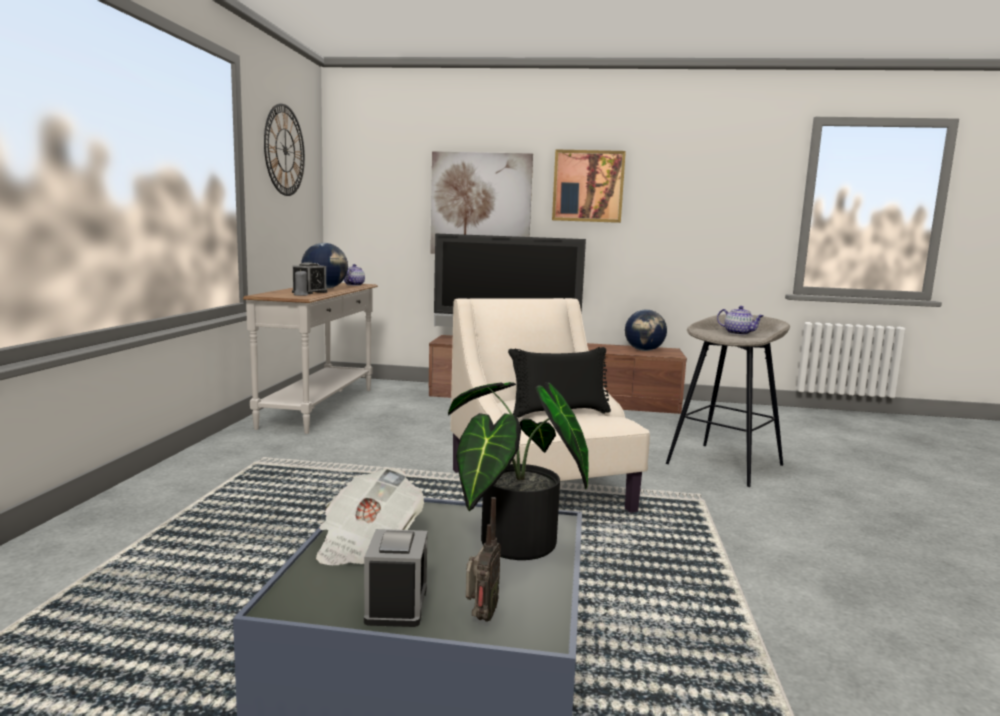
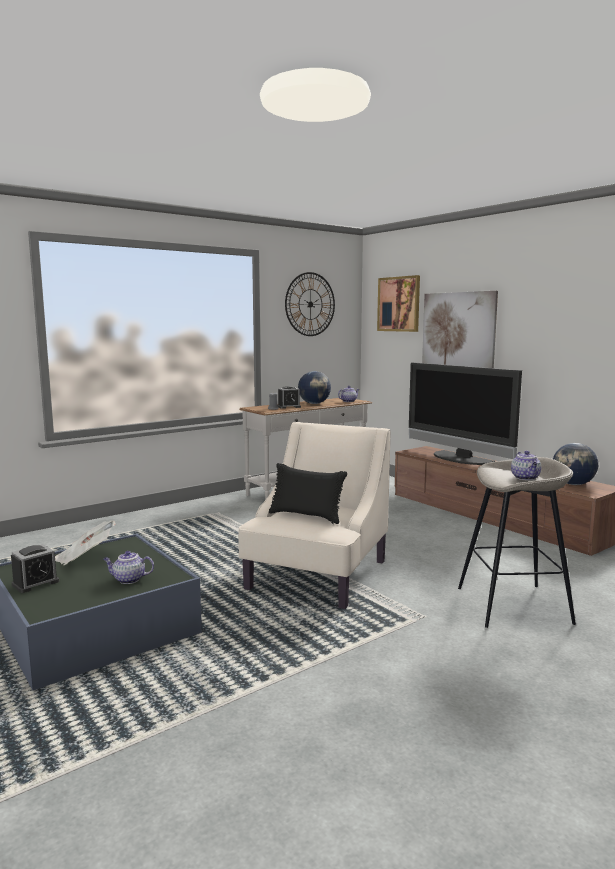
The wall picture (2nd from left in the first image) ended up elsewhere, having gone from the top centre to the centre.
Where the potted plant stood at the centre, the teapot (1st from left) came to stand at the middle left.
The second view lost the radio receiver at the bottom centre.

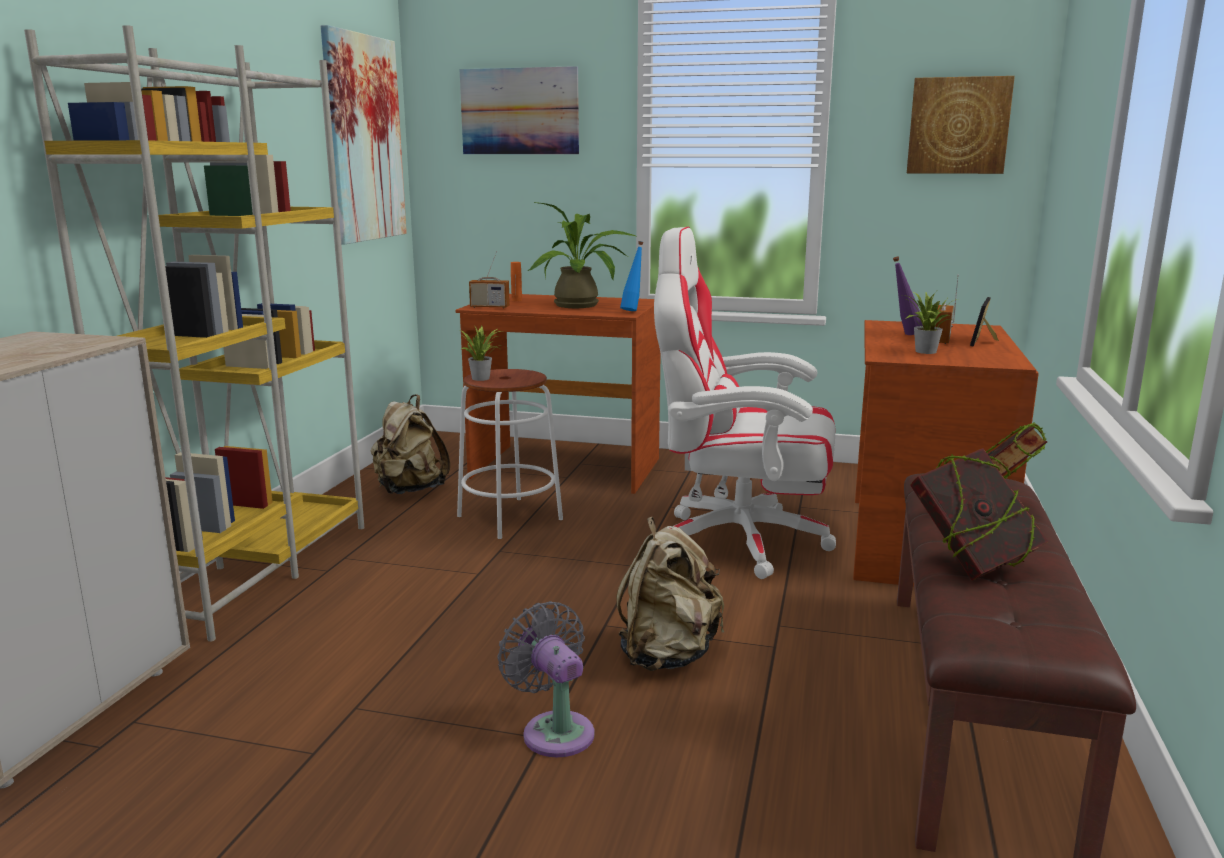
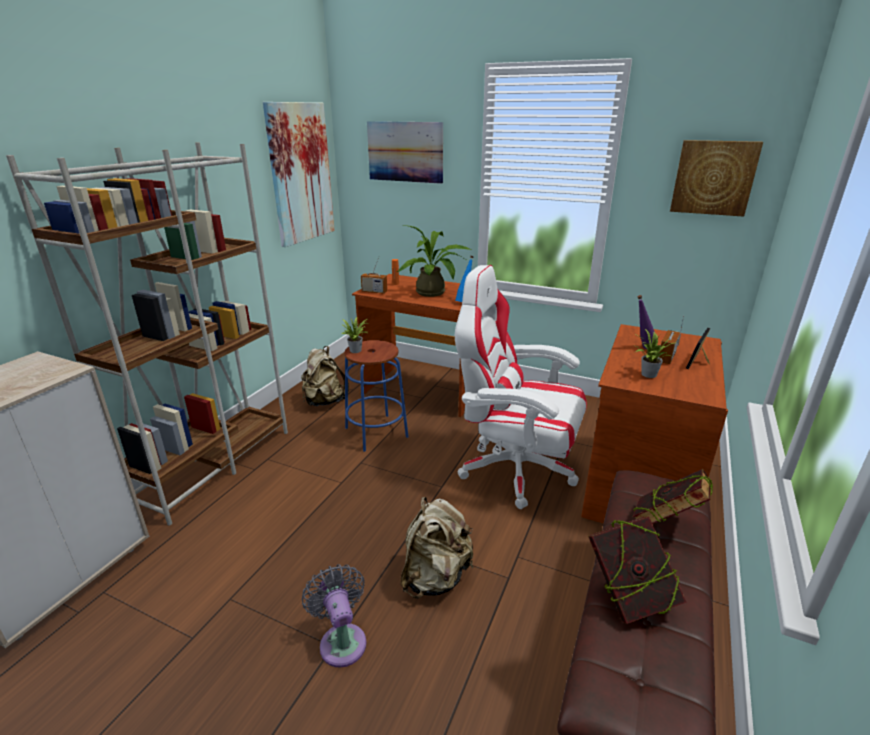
What was the bookcase in yellow at the middle left turned into the bookcase in brownish at the middle left.
What was the stool in white-coloured at the centre turned into the stool in bluish at the centre.

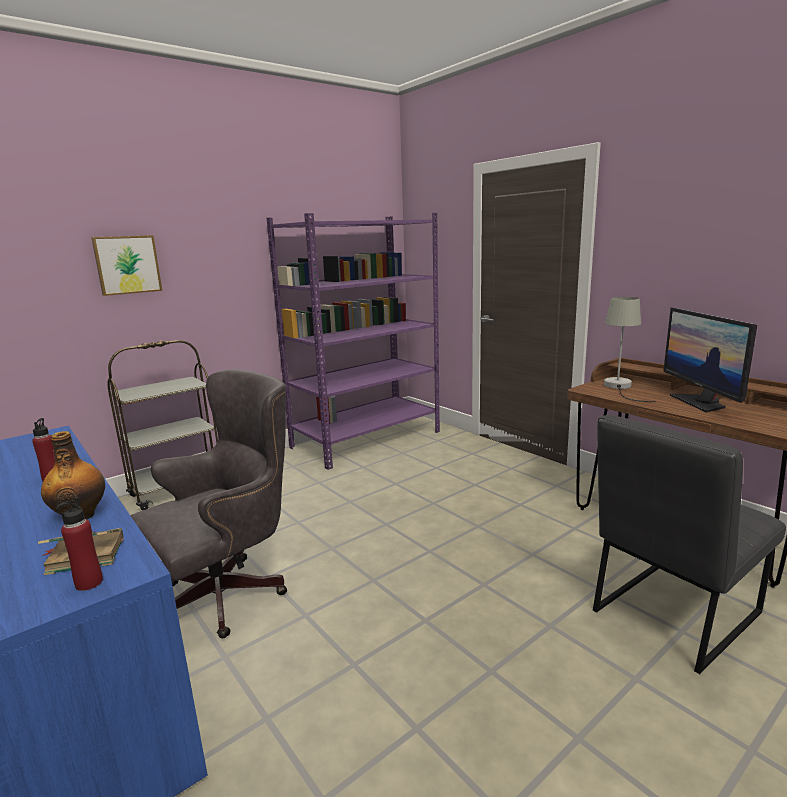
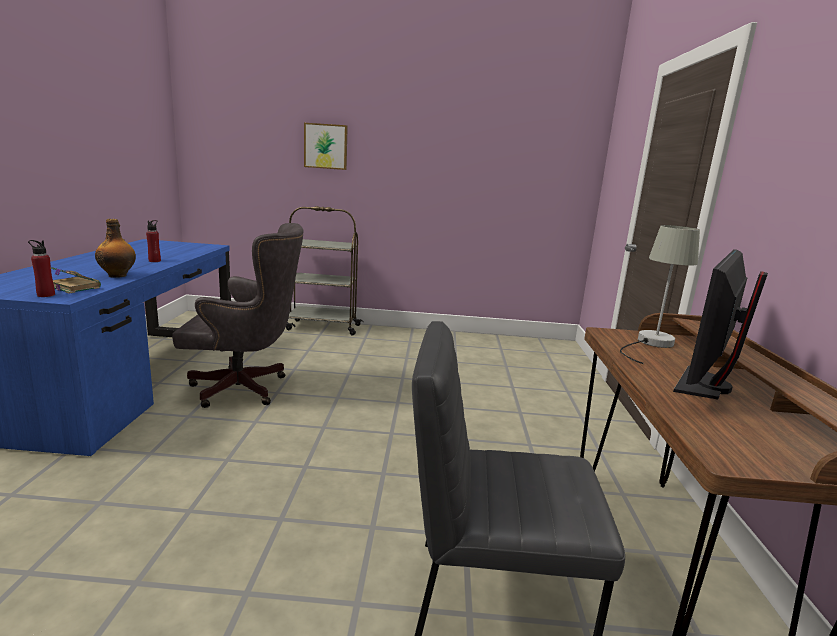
The second view lost the bookcase in purple at the centre.

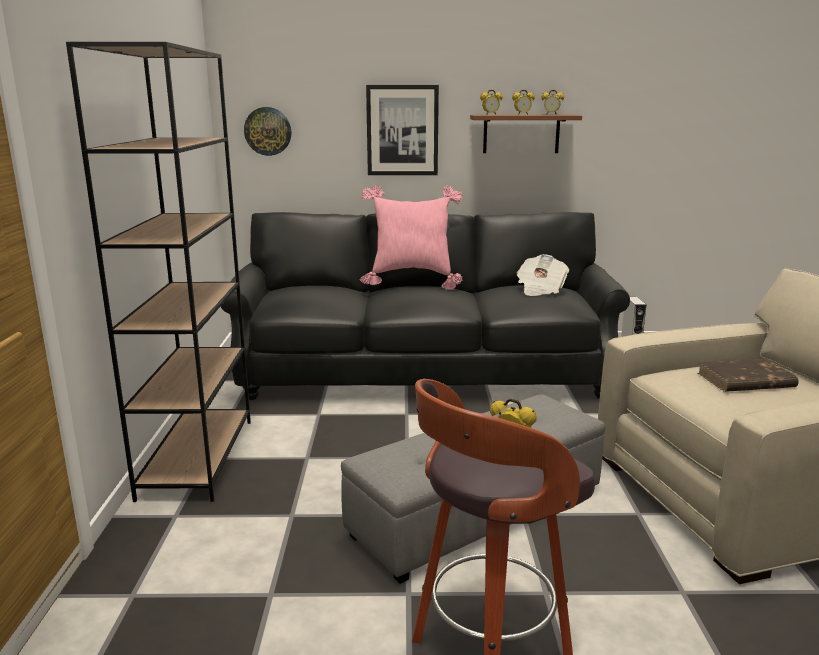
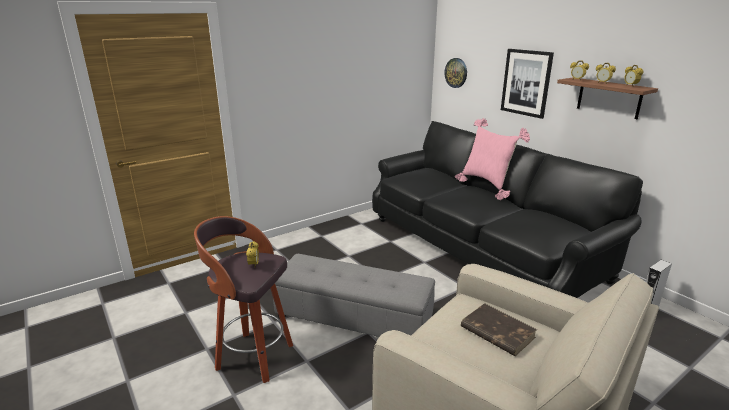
The second view lost the bookcase in beige-coloured at the middle left.
The second view lost the printed paper at the centre.

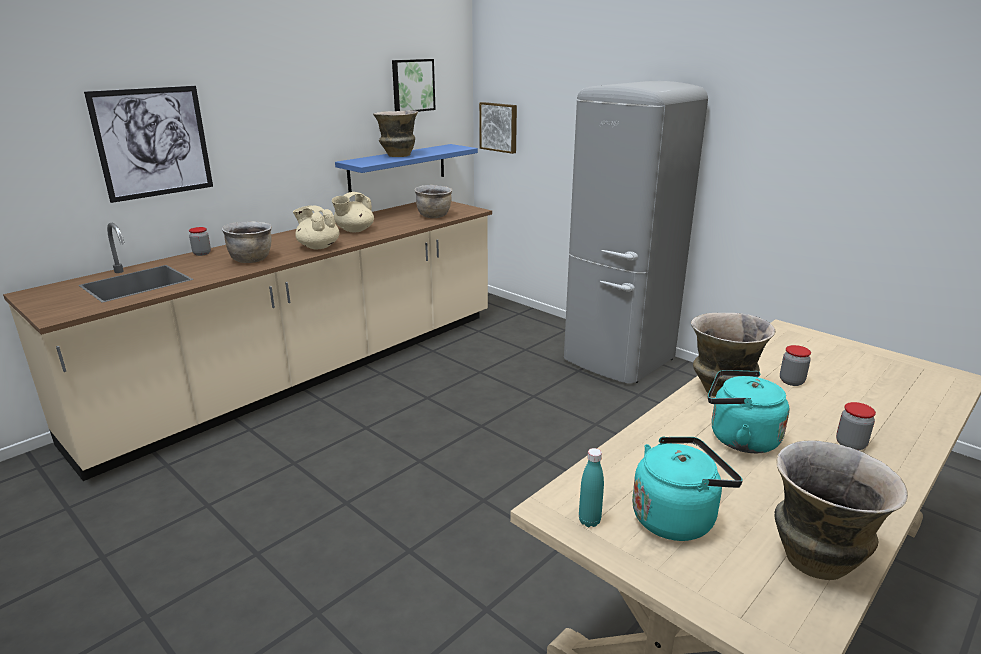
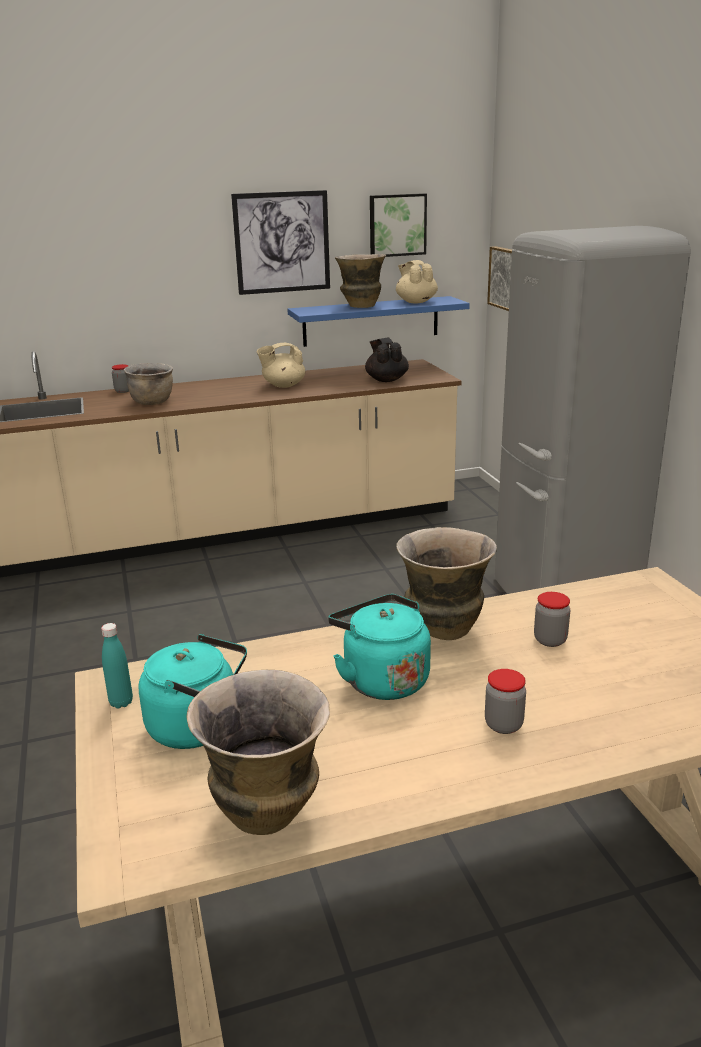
The wall picture (1st from left) ended up elsewhere, having gone from the top left to the top centre.
Where the stockpot in brownish (2nd from left) stood at the top centre, the teapot in blackish came to stand at the centre.
The teapot in beige-coloured (1st from left in the first image) ended up elsewhere, having gone from the middle left to the top centre.

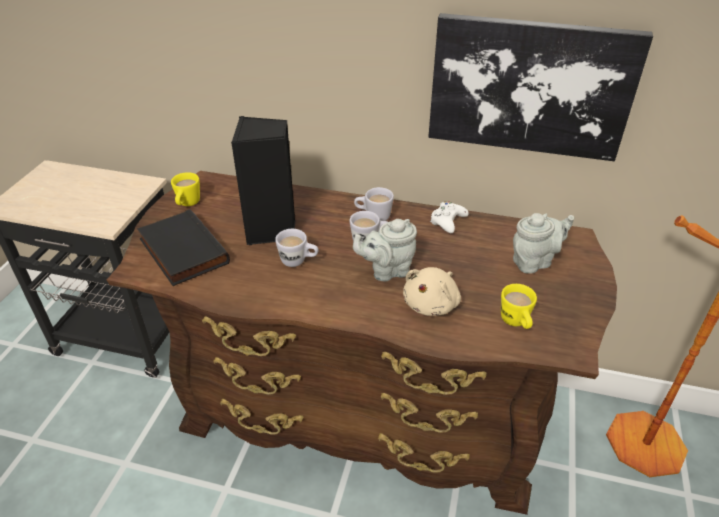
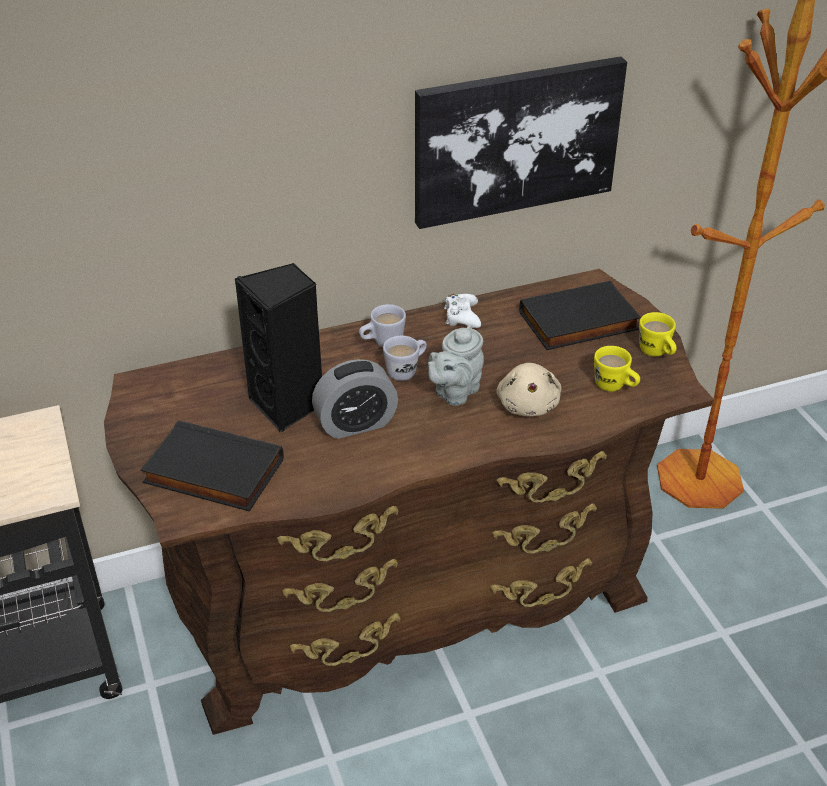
The mug in yellow (1st from left in the first image) ended up elsewhere, having gone from the middle left to the middle right.
Where the teapot in grey (2nd from left) stood at the middle right, the book in blackish (2nd from left) came to stand at the middle right.
Where the mug in white-coloured (1st from left) stood at the centre, the table clock came to stand at the centre.

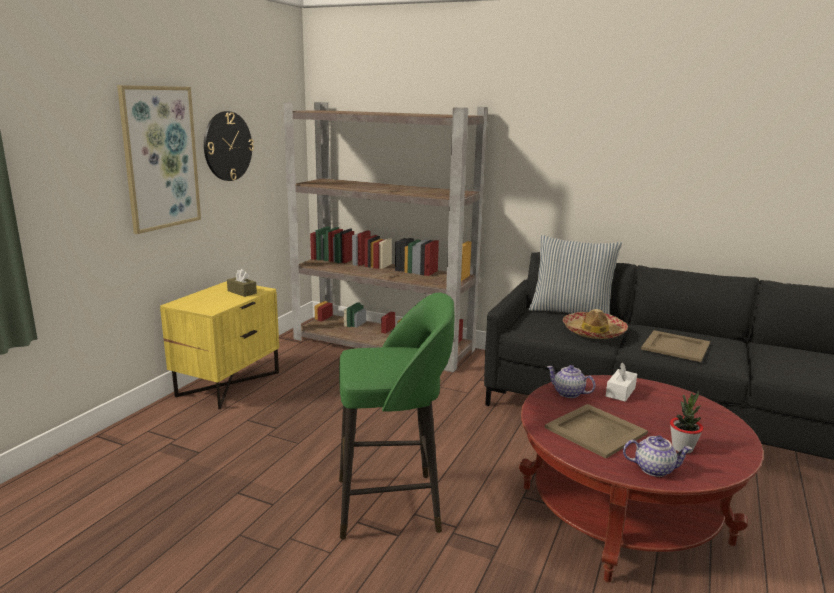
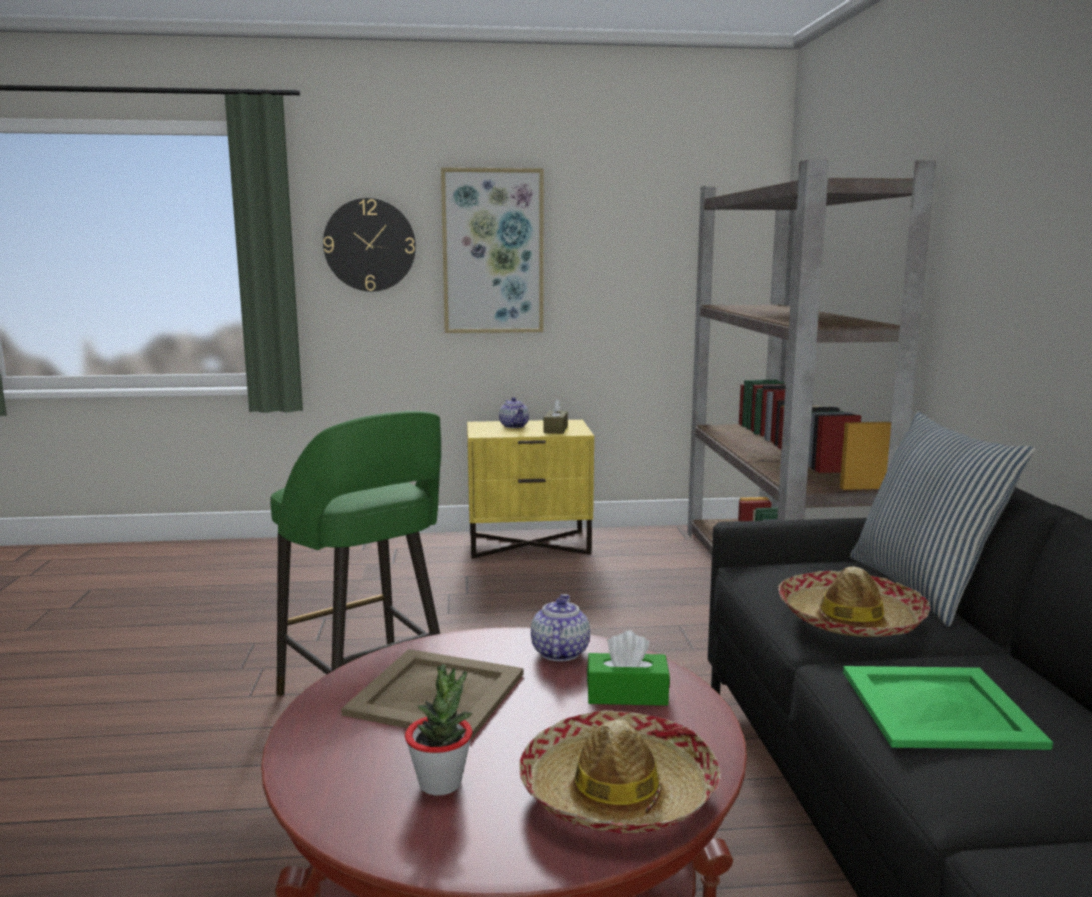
The wall clock ended up elsewhere, having gone from the top left to the top centre.
What was the carrying tray in beige-coloured (2nd from left) at the middle right turned into the carrying tray in green-coloured at the bottom right.
What was the box of tissues in white-coloured at the middle right turned into the box of tissues in green-coloured at the bottom centre.
The teapot (2nd from left in the first image) ended up elsewhere, having gone from the bottom right to the centre.
The second view gained the clothing hat (1st from left) at the bottom centre.

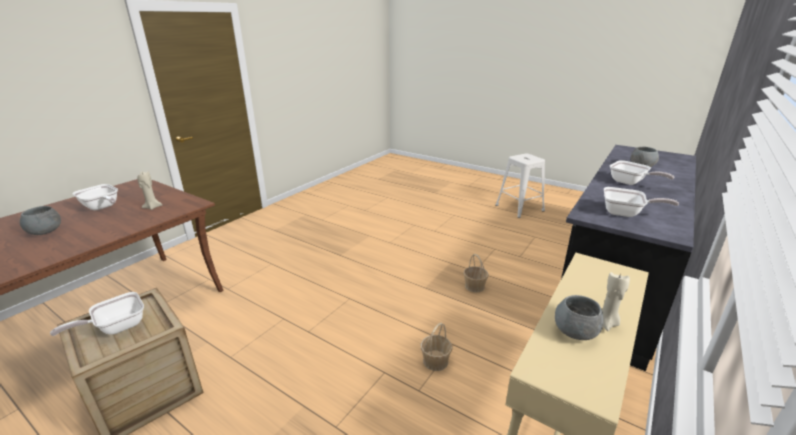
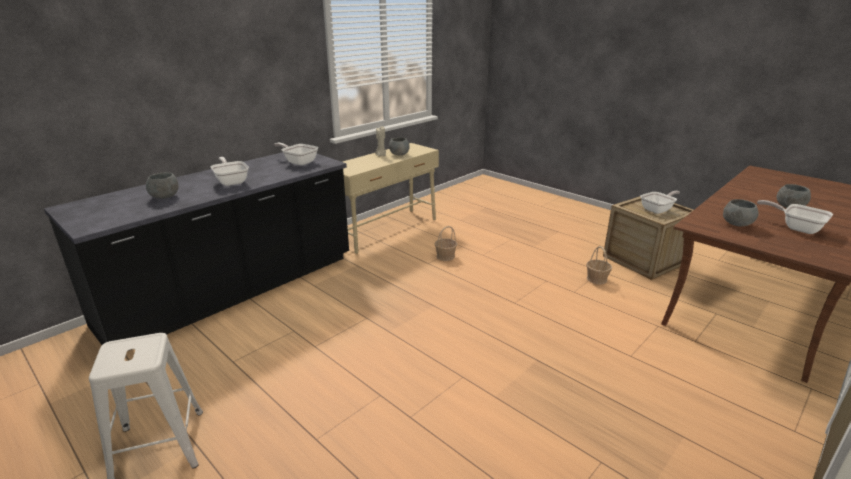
Where the wax light in beige-coloured (1st from left) stood at the middle left, the bowl in grey (3rd from left) came to stand at the middle right.
The storage basket (2nd from left) ended up elsewhere, having gone from the centre to the middle right.

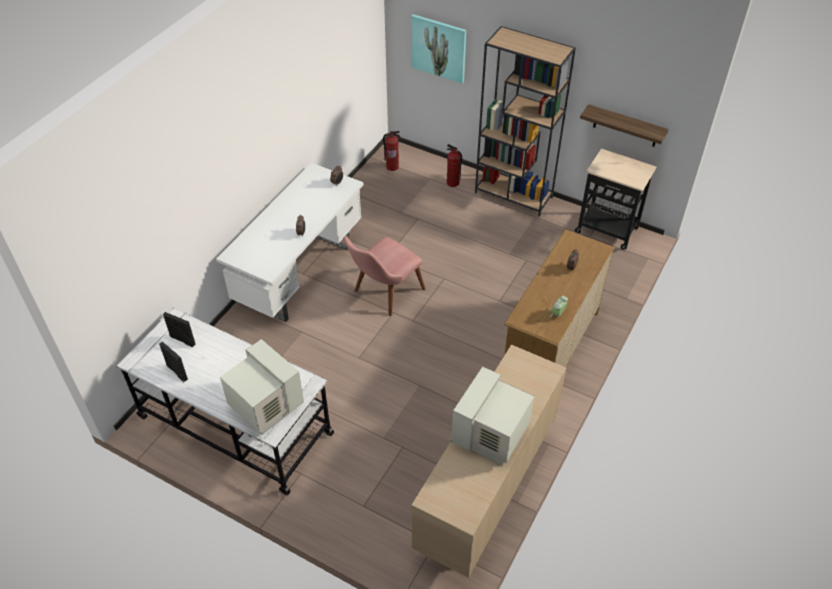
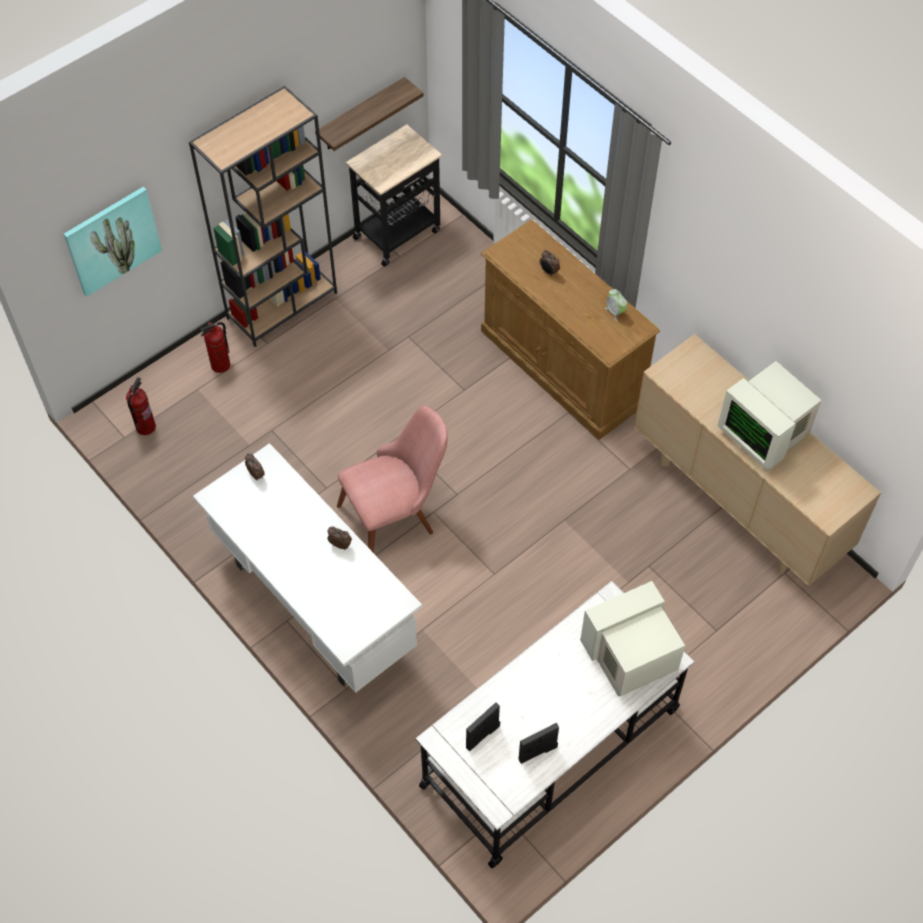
The plain chair in pink-coloured at the centre ended up facing another way, 90 degrees counterclockwise from before.

